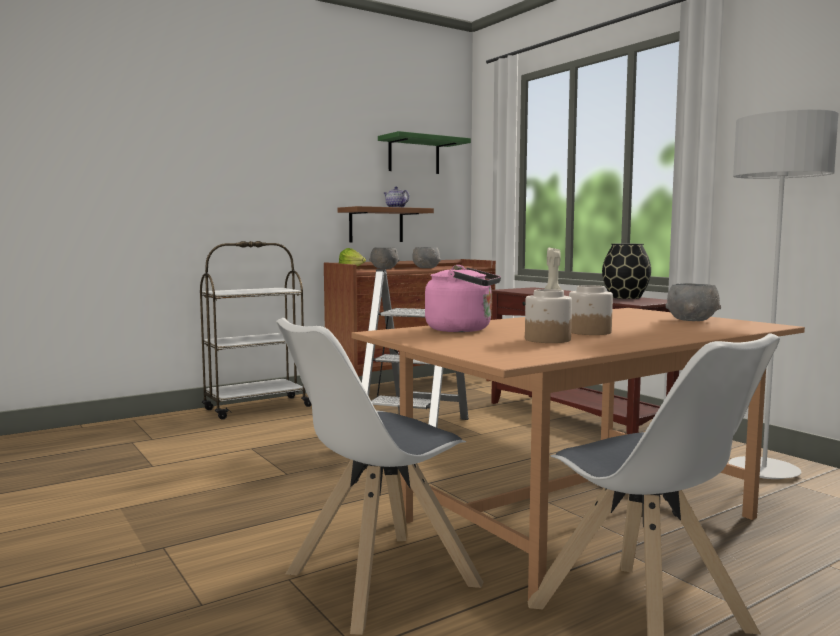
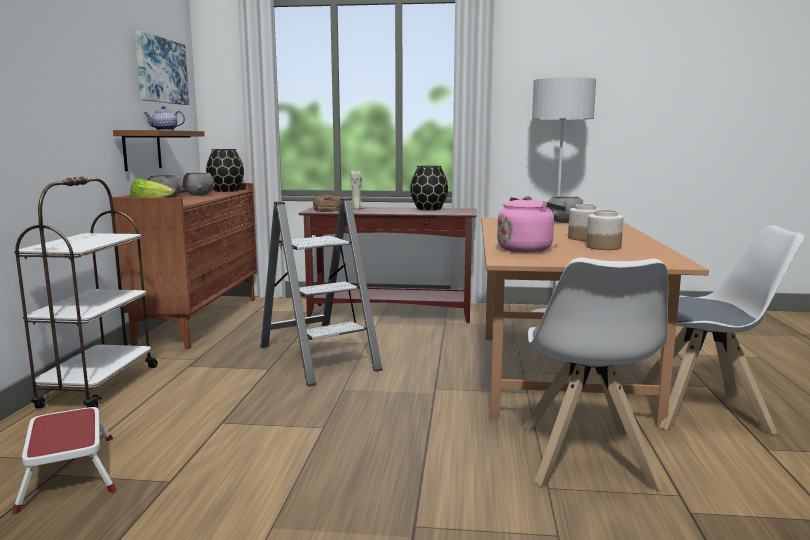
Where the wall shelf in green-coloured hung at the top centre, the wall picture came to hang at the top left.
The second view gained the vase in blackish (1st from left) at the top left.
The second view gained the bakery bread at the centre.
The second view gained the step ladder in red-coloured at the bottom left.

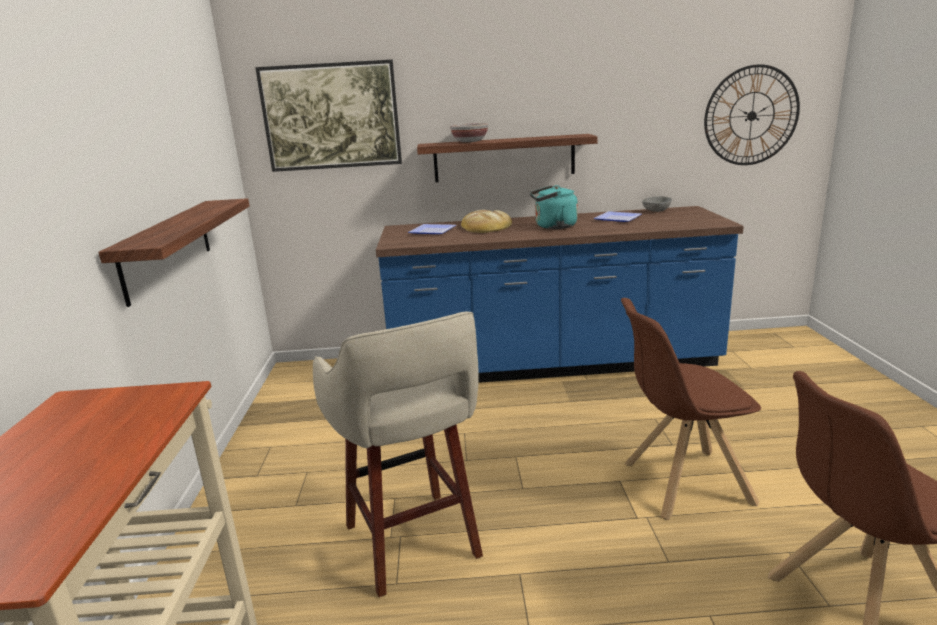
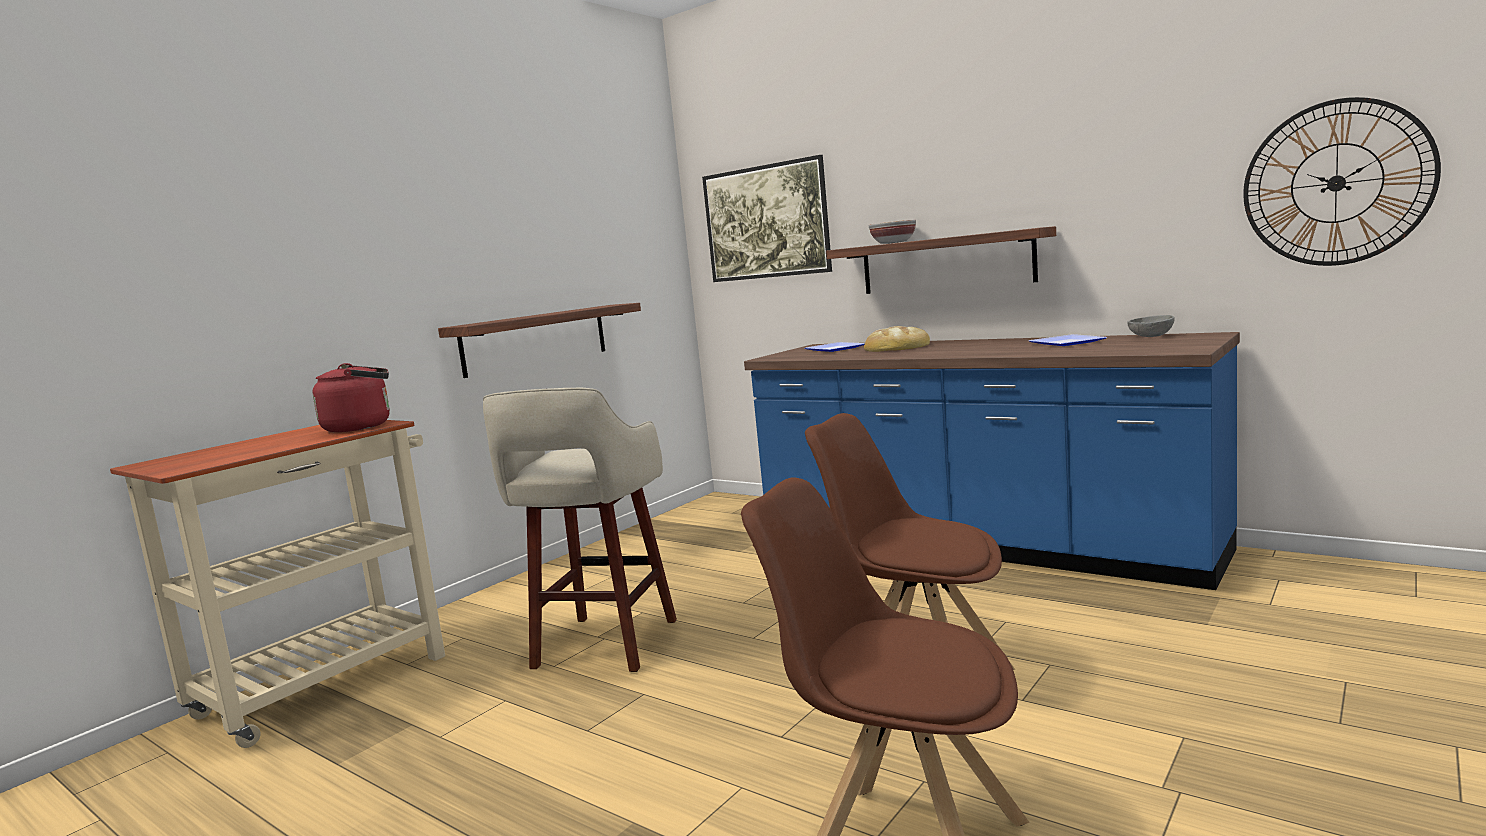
The second view lost the tea kettle in turquoise-coloured at the top centre.
The second view gained the tea kettle in red-coloured at the middle left.

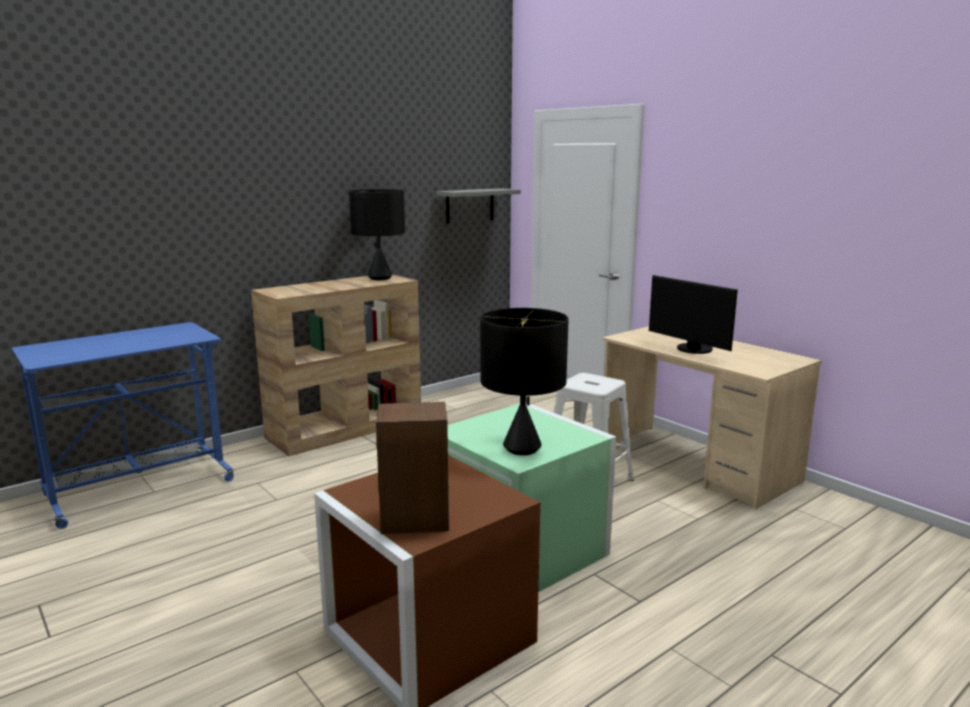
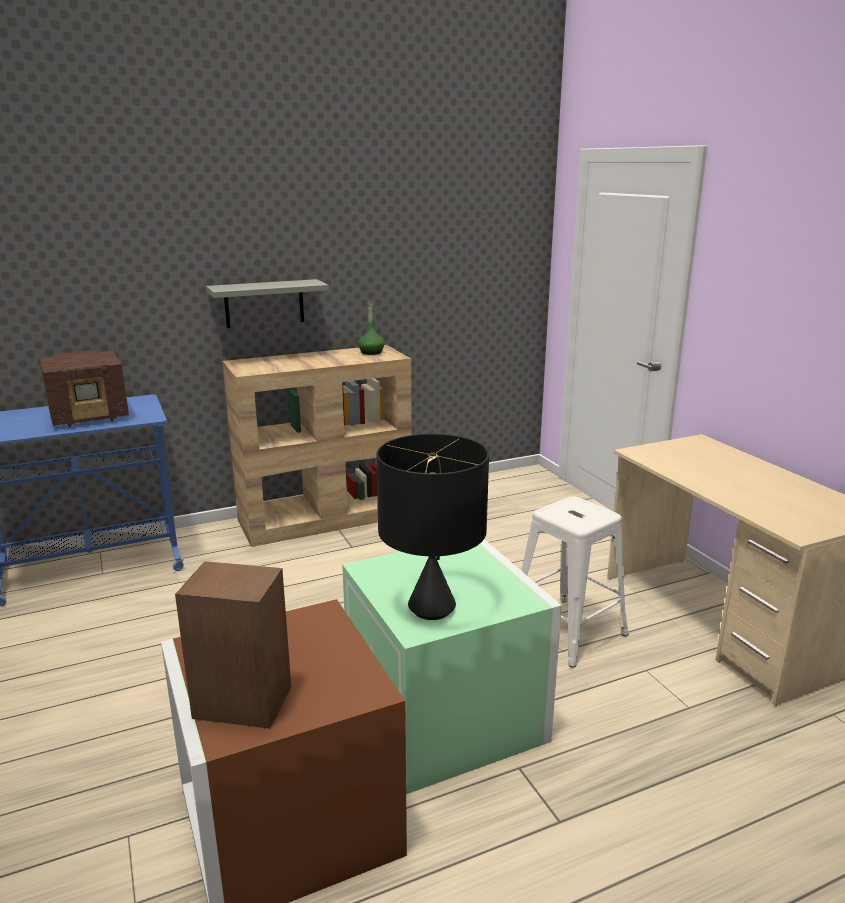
The wall shelf in grey ended up elsewhere, having gone from the top centre to the middle left.
Where the table lamp in blackish (1st from left) stood at the top centre, the bottle in green-coloured came to stand at the centre.
The second view lost the computer display at the middle right.
The second view gained the radio receiver at the middle left.

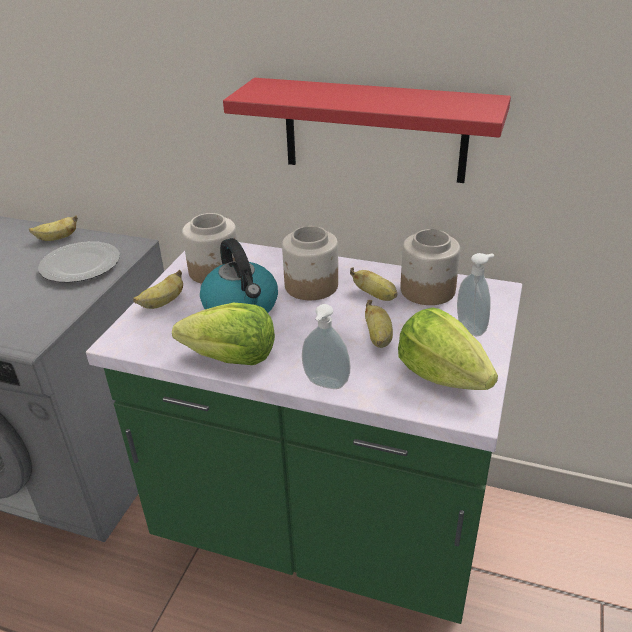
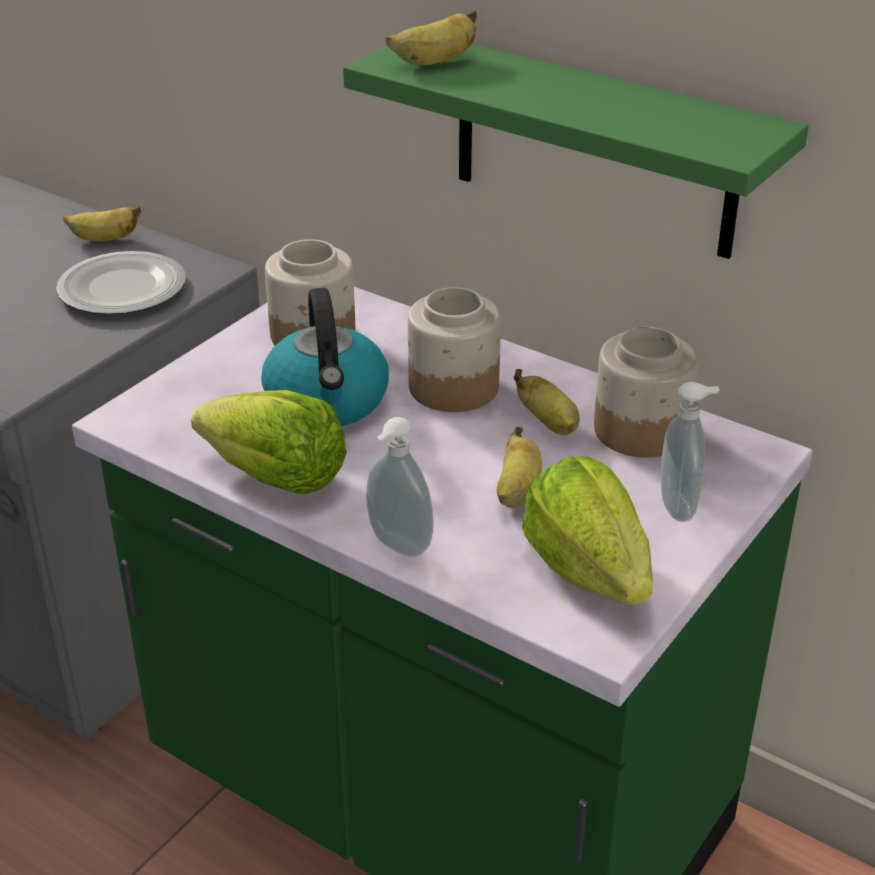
What was the wall shelf in red-coloured at the top centre turned into the wall shelf in green-coloured at the top centre.
The banana (2nd from left) ended up elsewhere, having gone from the middle left to the top centre.

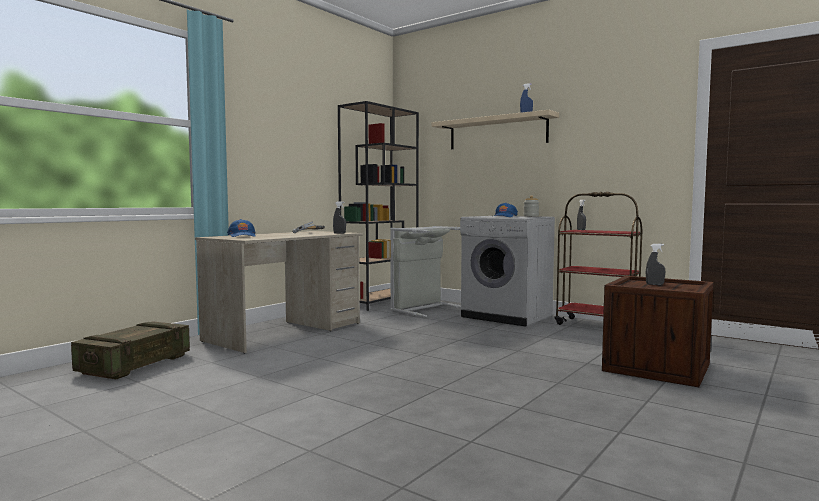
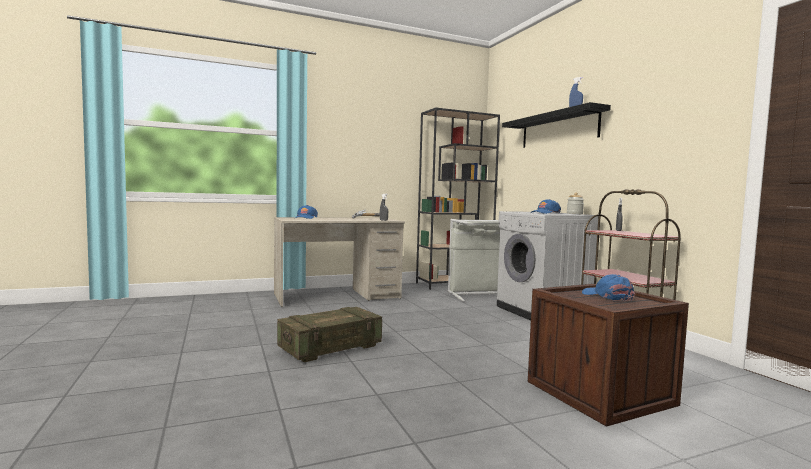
What was the wall shelf in beige-coloured at the top centre turned into the wall shelf in blackish at the top right.
Where the spray bottle in grey (3rd from left) stood at the middle right, the cap in bluish (3rd from left) came to stand at the middle right.
The crate (1st from left) ended up elsewhere, having gone from the bottom left to the bottom centre.

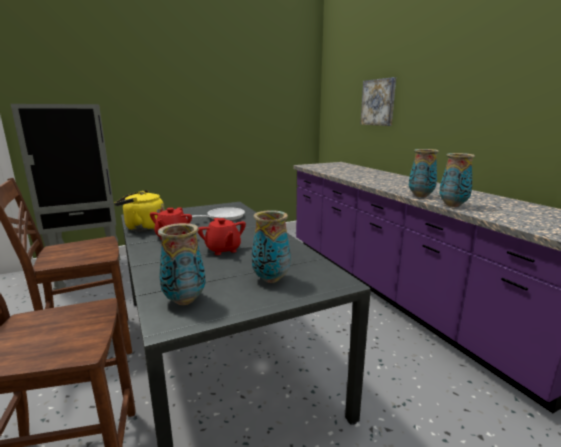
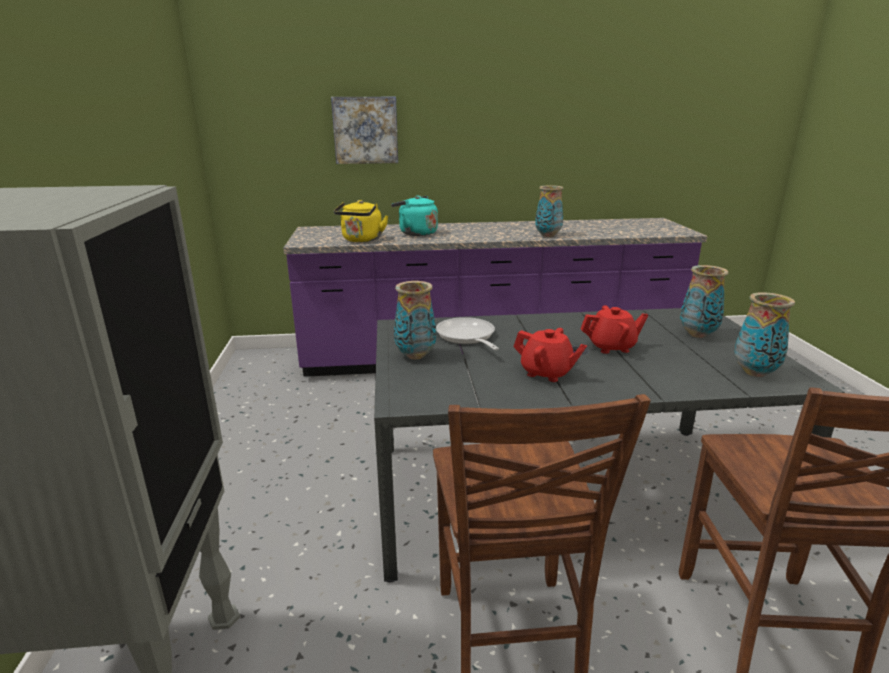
The vase (4th from left in the first image) ended up elsewhere, having gone from the middle right to the centre.
The tea kettle in yellow ended up elsewhere, having gone from the middle left to the top centre.
The second view gained the tea kettle in turquoise-coloured at the top centre.

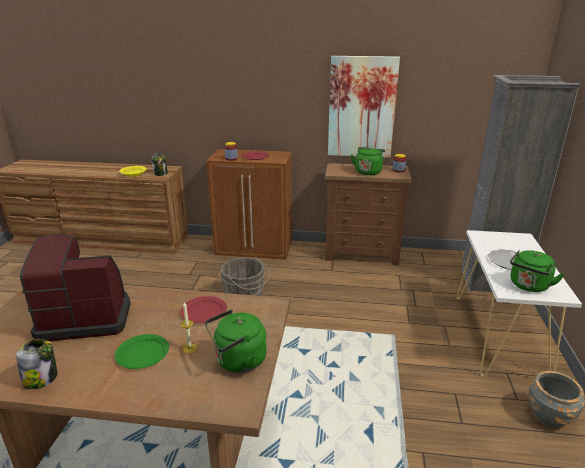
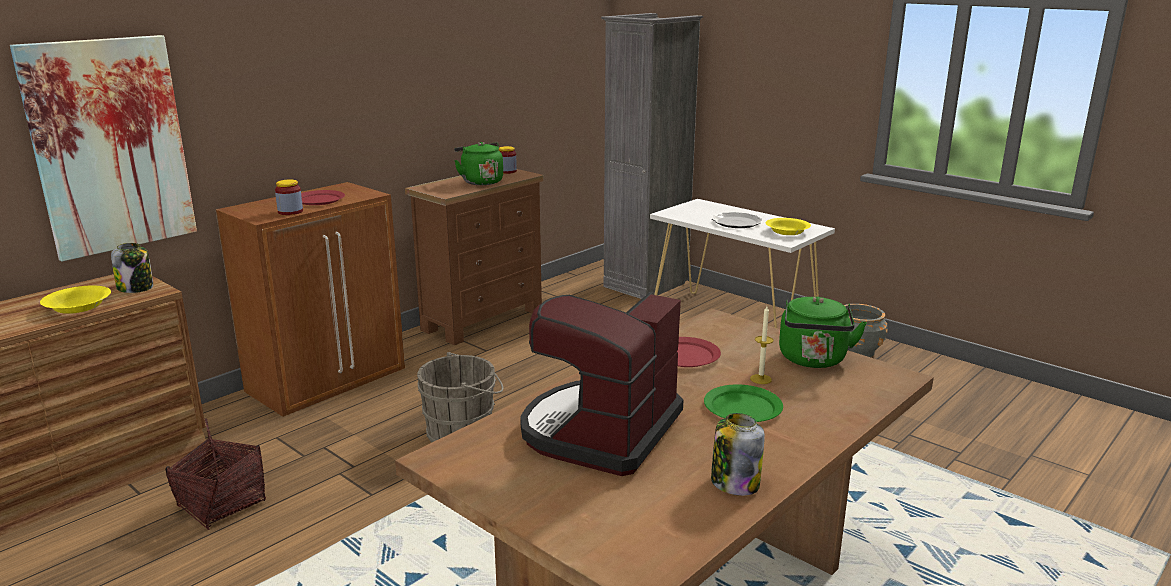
The wall picture ended up elsewhere, having gone from the top centre to the top left.
Where the tea kettle in green-coloured (3rd from left) stood at the middle right, the bowl in yellow (2nd from left) came to stand at the middle right.
The second view gained the storage basket at the bottom left.

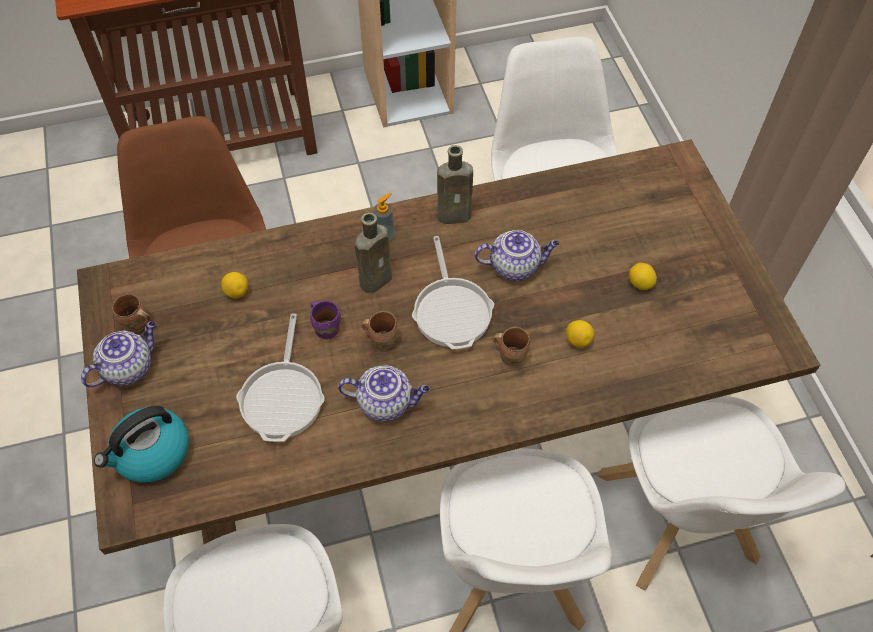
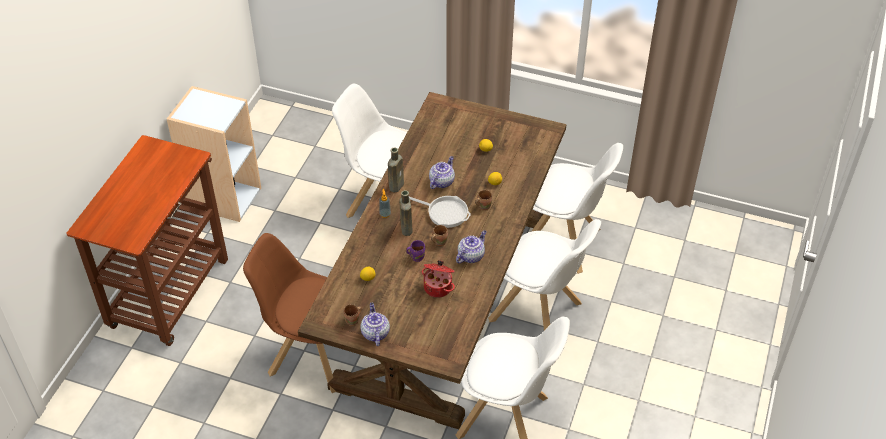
Where the frying pan (1st from left) stood at the middle left, the stockpot came to stand at the centre.
The second view lost the tea kettle at the bottom left.

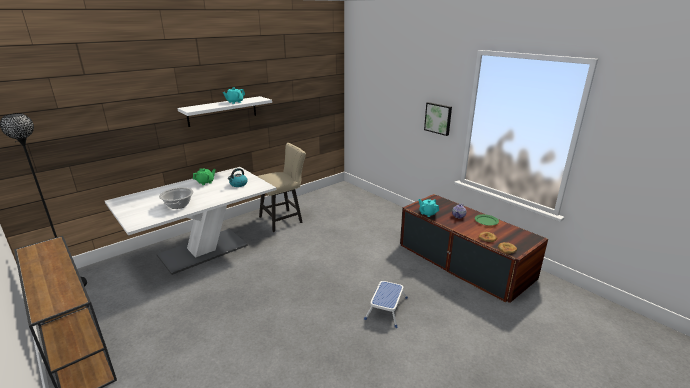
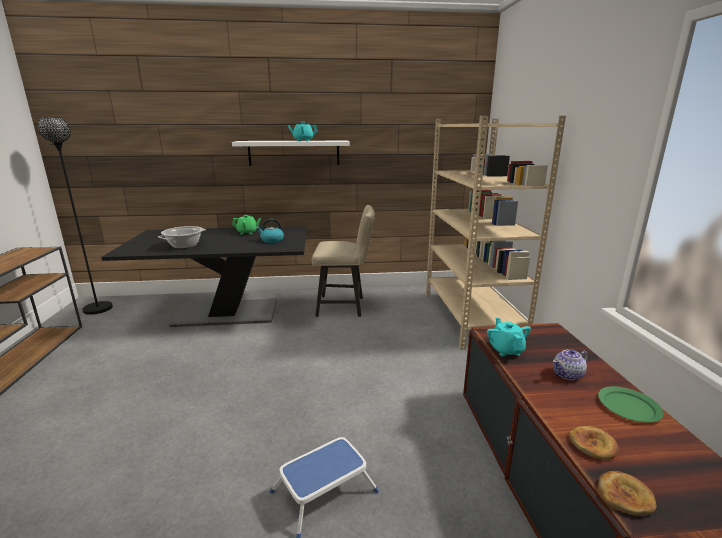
The second view lost the wall picture at the top centre.
What was the dinner table in white-coloured at the middle left turned into the dinner table in blackish at the middle left.
The second view gained the bookcase in beige-coloured at the middle right.

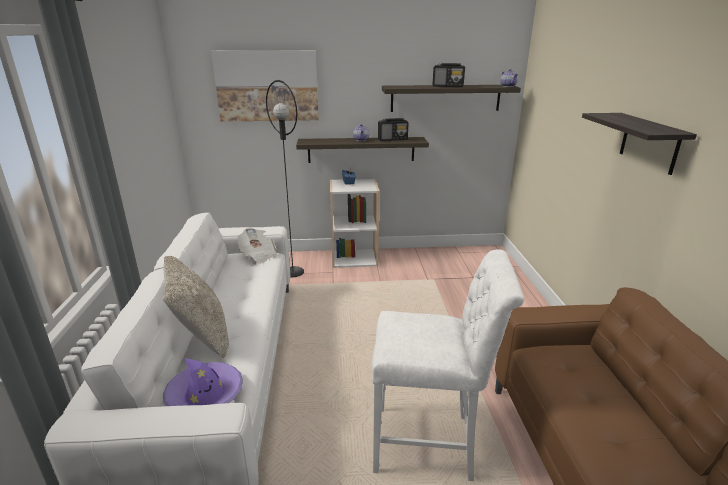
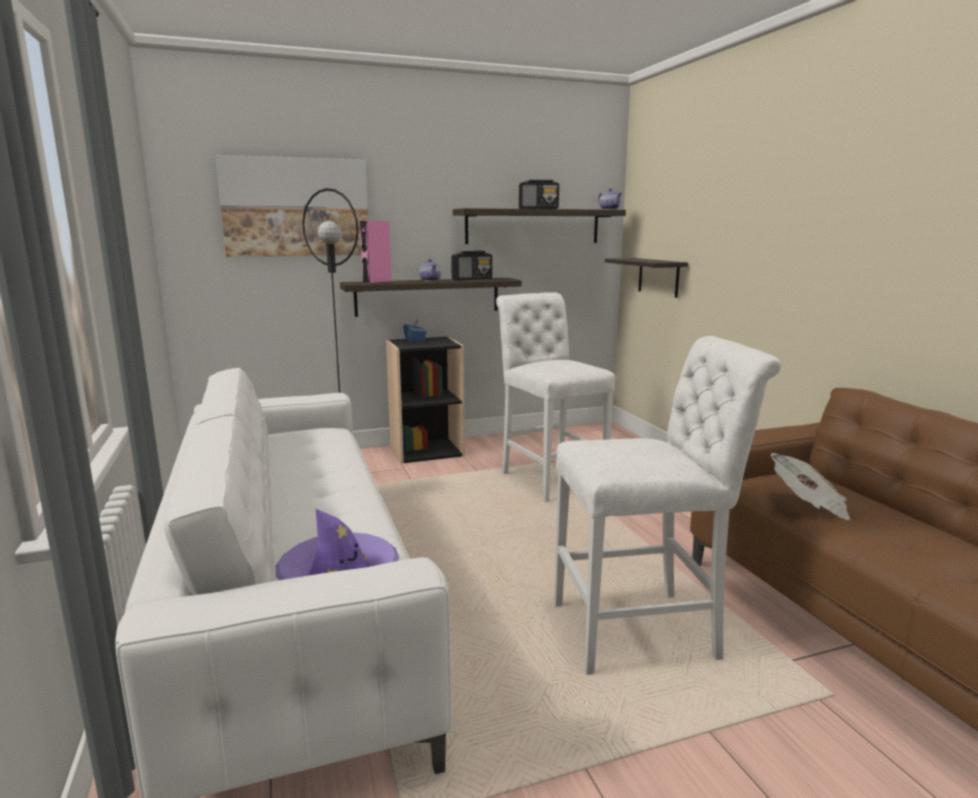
The wall shelf (3rd from left) ended up elsewhere, having gone from the top right to the centre.
What was the bookcase in white-coloured at the centre turned into the bookcase in blackish at the centre.
The printed paper ended up elsewhere, having gone from the centre to the middle right.
The second view lost the throw pillow in beige-coloured at the middle left.
The second view gained the loudspeaker in pink-coloured at the top centre.
The second view gained the stool in white-coloured (1st from left) at the centre.

